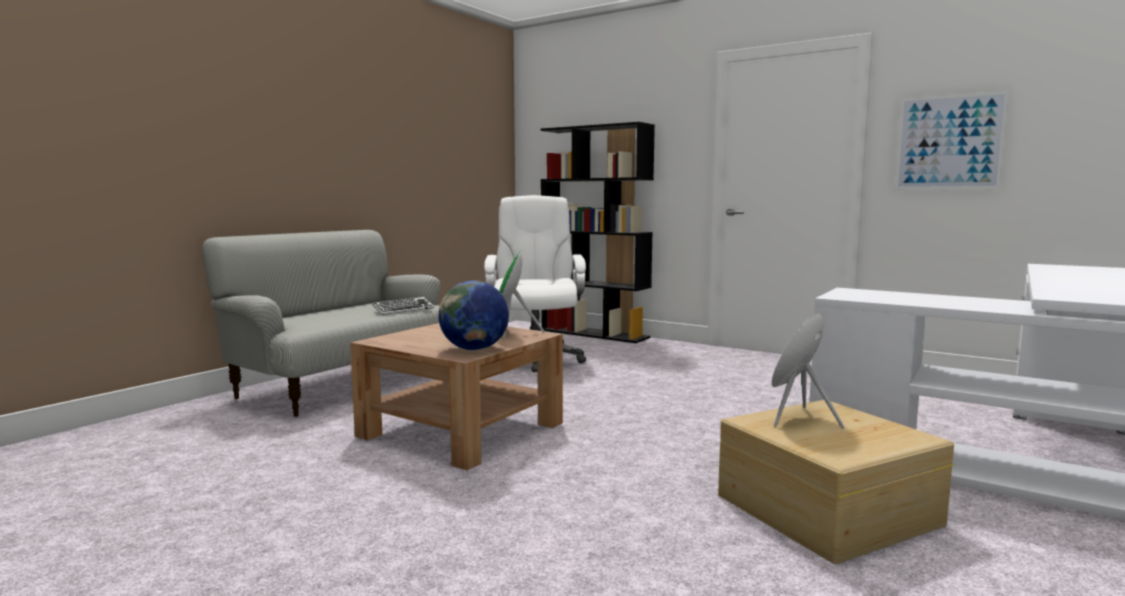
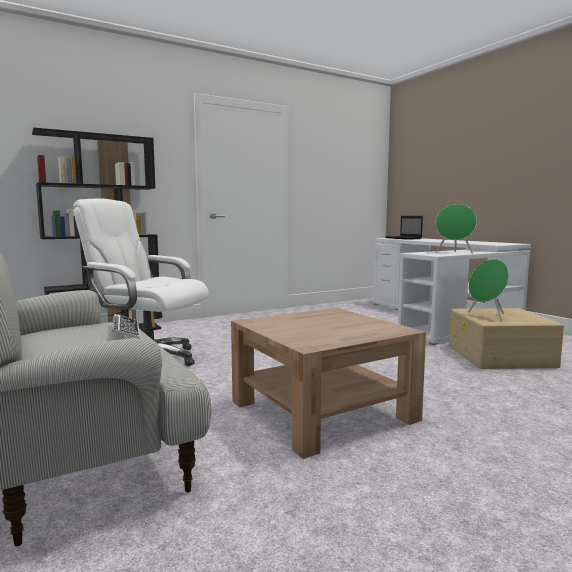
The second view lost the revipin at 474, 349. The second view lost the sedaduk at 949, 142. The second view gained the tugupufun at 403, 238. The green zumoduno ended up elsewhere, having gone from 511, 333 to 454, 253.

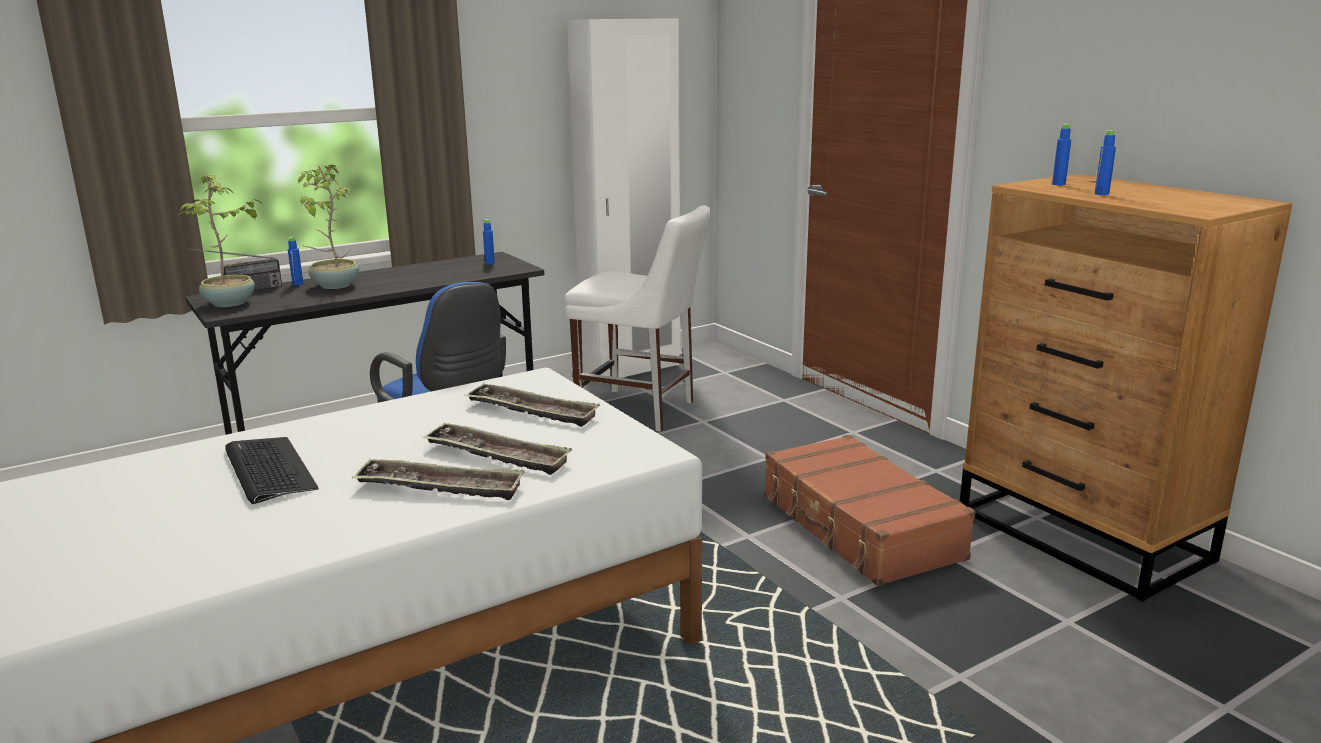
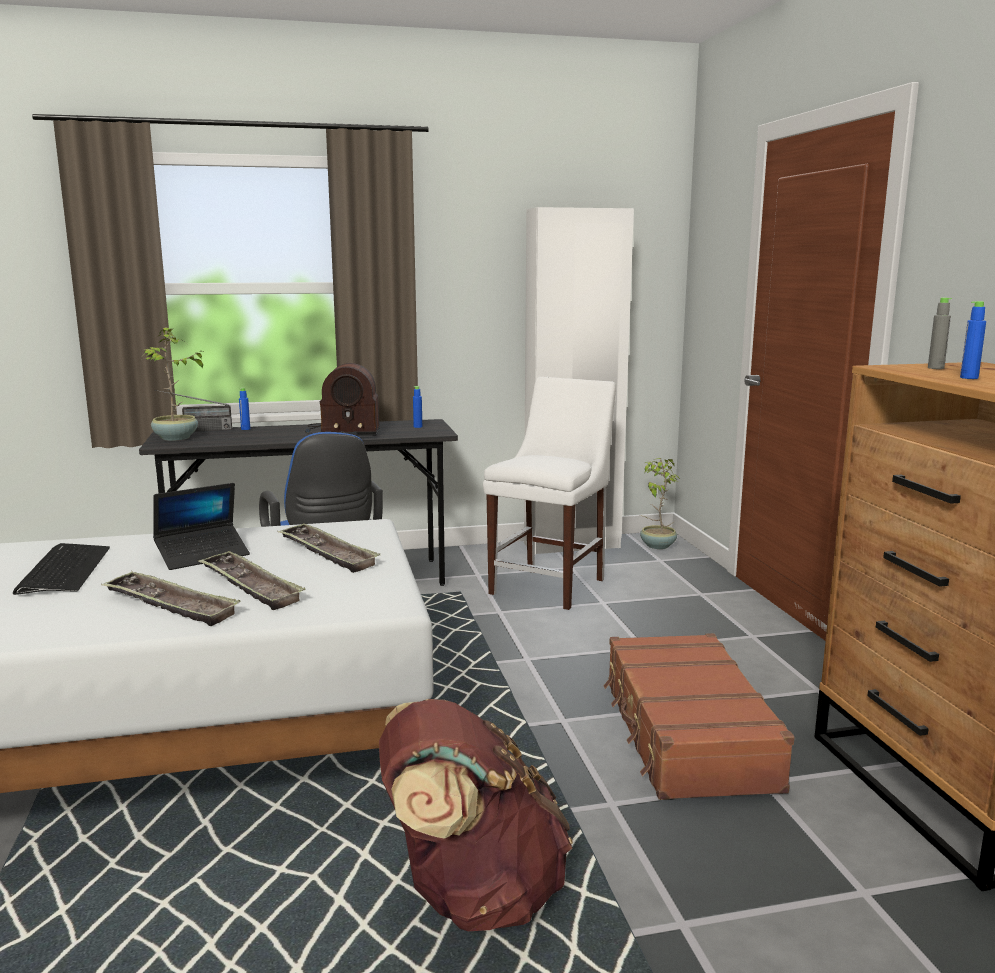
The second view gained the tugupufun at 203, 555. The second view gained the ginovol at 342, 431. The second view gained the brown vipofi at 472, 893. The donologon ended up elsewhere, having gone from 334, 286 to 657, 546. What was the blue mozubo at 1058, 184 turned into the grey mozubo at 935, 368. The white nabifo at 641, 411 ended up facing another way, 105 degrees counterclockwise from before.

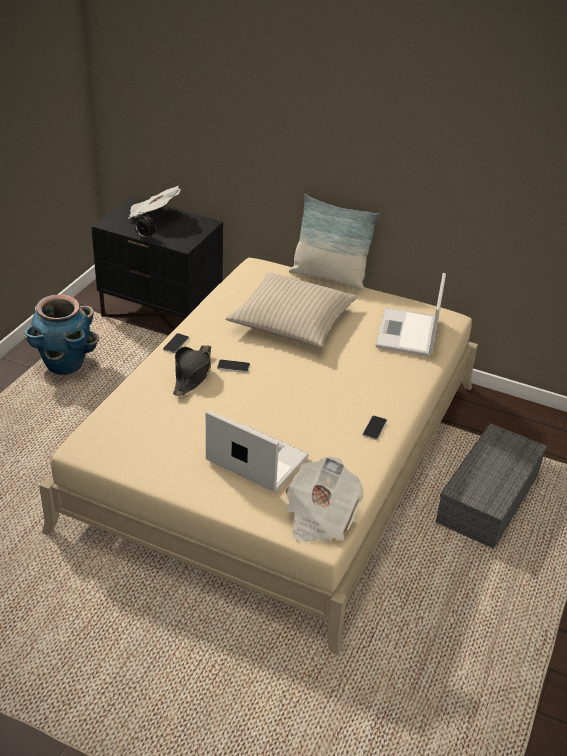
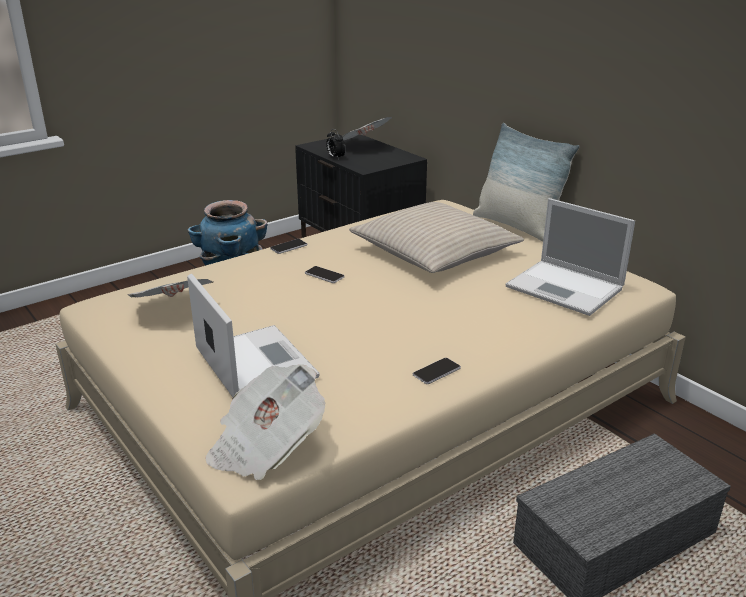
The second view lost the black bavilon at 192, 375. The second view gained the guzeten at 173, 309. The tugupufun at 407, 333 ended up facing another way, 90 degrees counterclockwise from before.

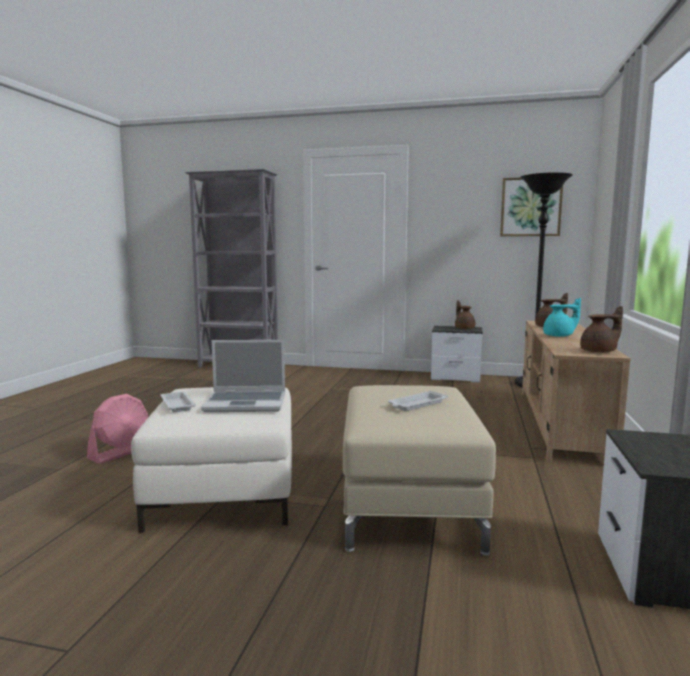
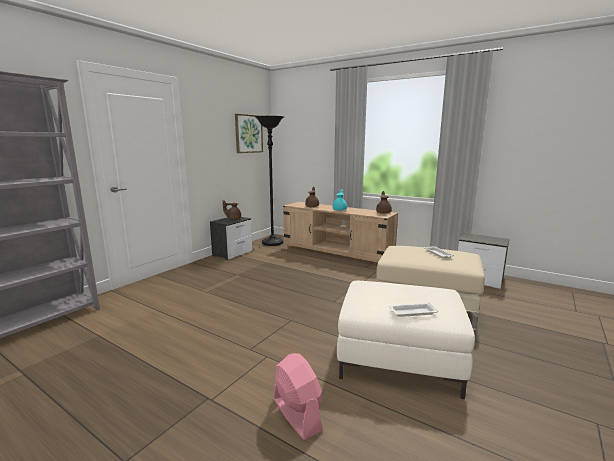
The second view lost the tugupufun at 247, 403.

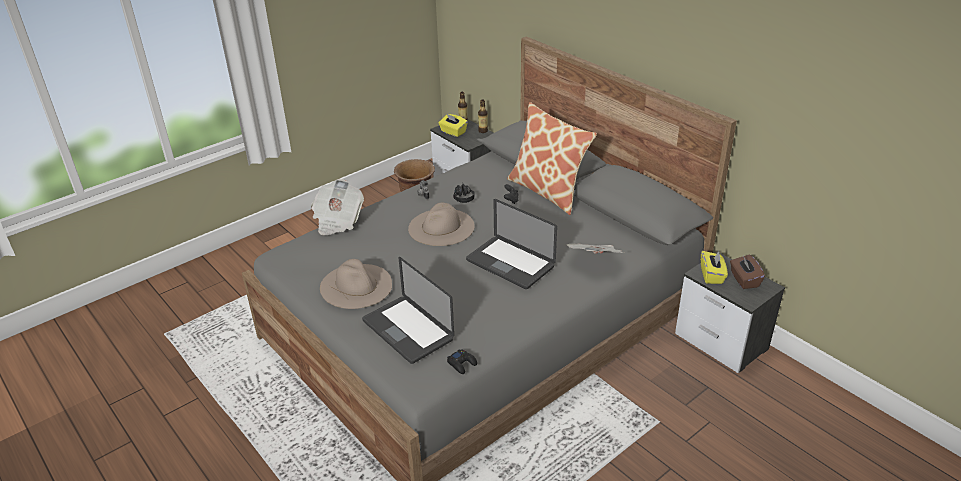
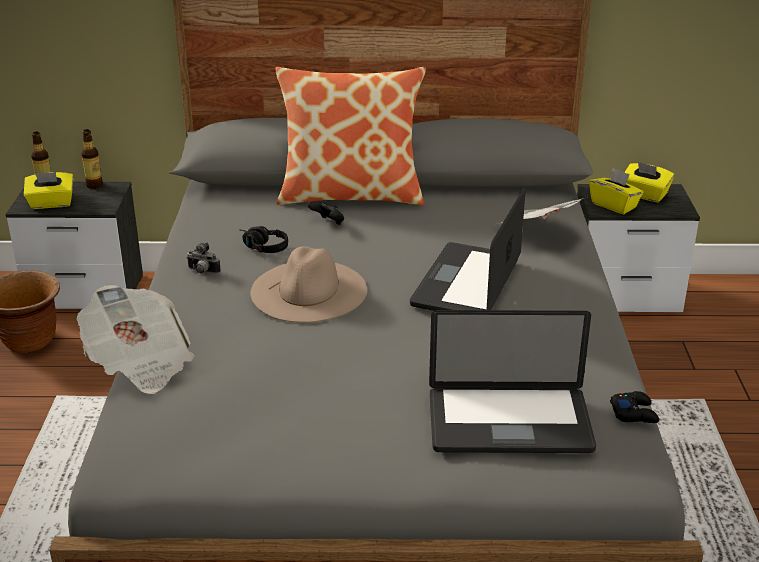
The second view lost the beige bavilon at 356, 285. What was the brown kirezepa at 744, 280 turned into the yellow kirezepa at 644, 195. The tugupufun at 510, 263 ended up facing another way, 120 degrees clockwise from before.

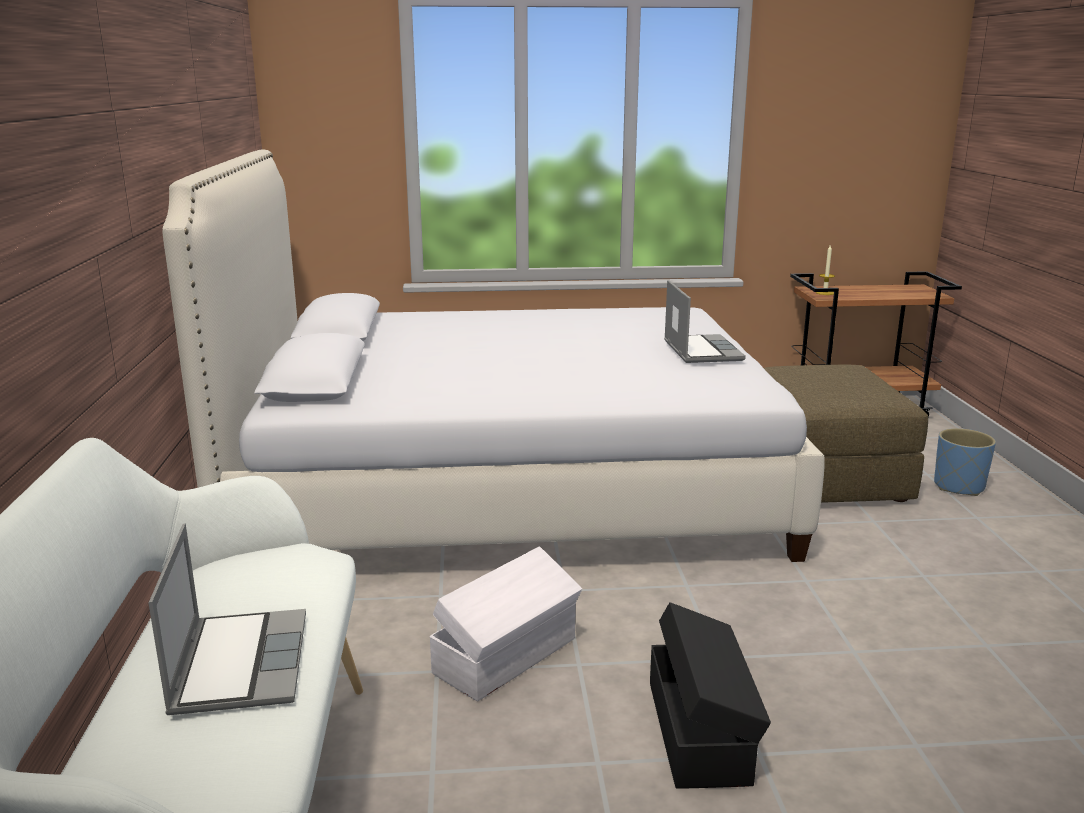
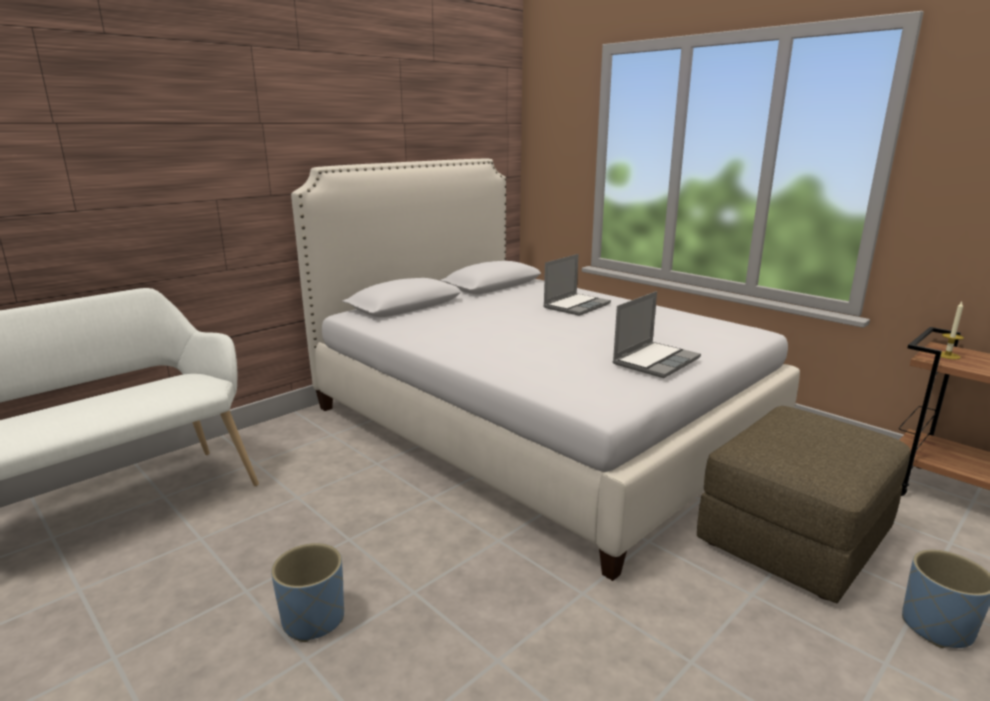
The second view lost the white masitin at 508, 656. The tugupufun ended up elsewhere, having gone from 239, 663 to 576, 305. Where the black masitin stood at 700, 730, the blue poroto came to stand at 313, 619.

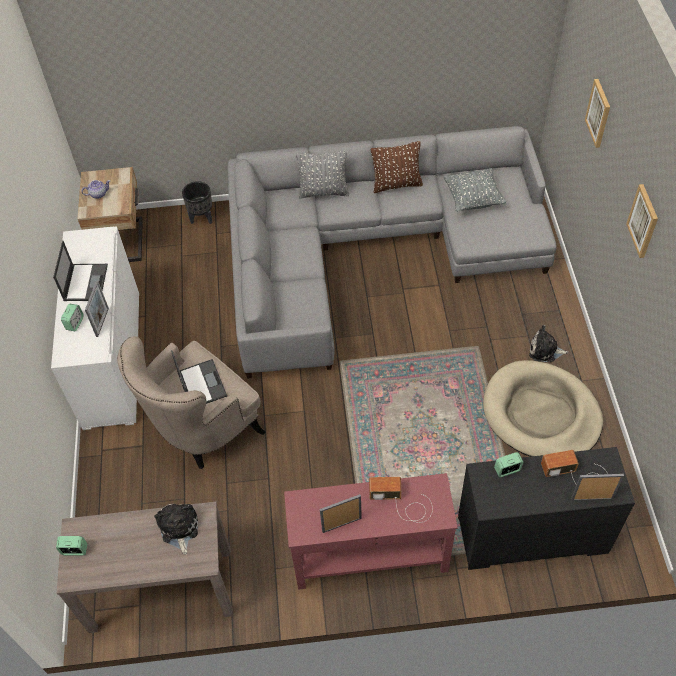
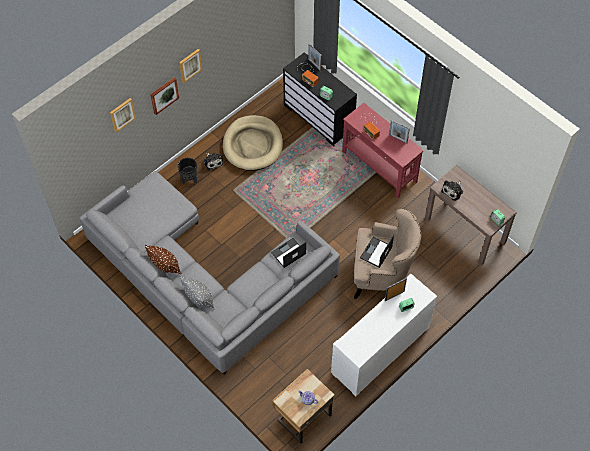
The second view lost the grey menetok at 473, 199. The second view gained the sedaduk at 164, 95. The tugupufun ended up elsewhere, having gone from 85, 282 to 288, 253. The black poroto ended up elsewhere, having gone from 202, 218 to 189, 180.

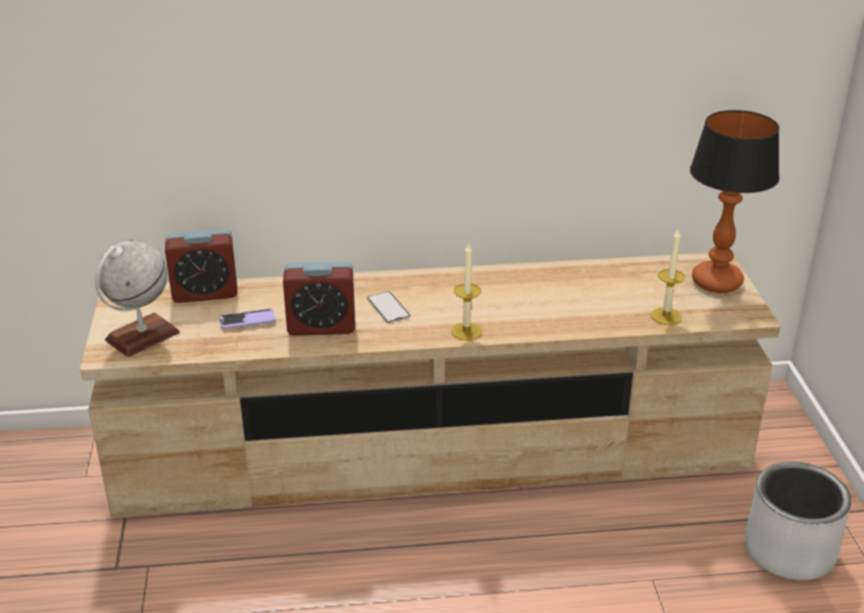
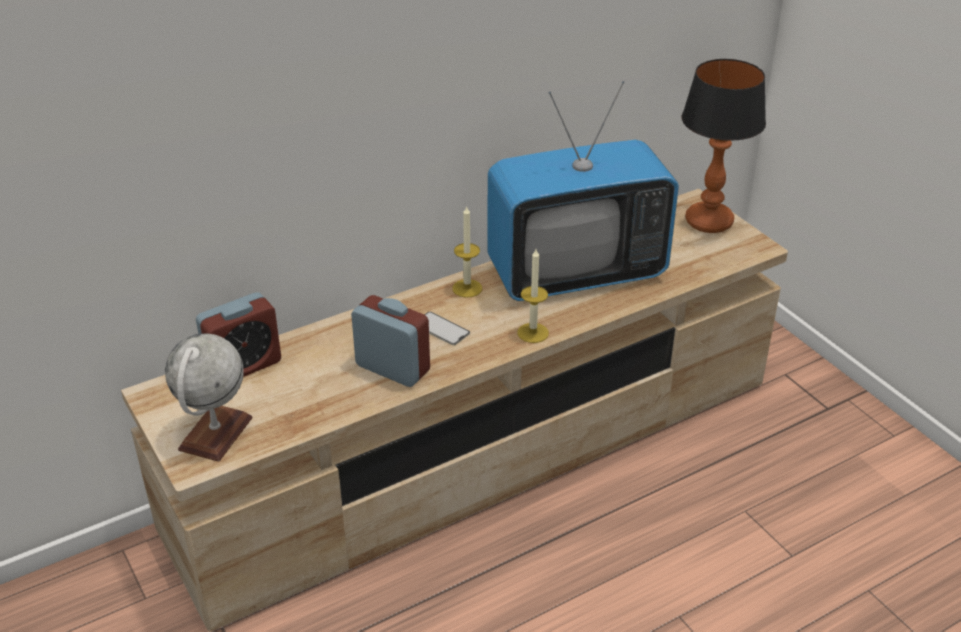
The second view lost the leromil at 247, 321. The second view lost the grey poroto at 790, 551. The second view gained the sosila at 576, 273. The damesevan ended up elsewhere, having gone from 666, 316 to 467, 288. The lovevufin at 321, 327 ended up facing another way, 120 degrees counterclockwise from before.

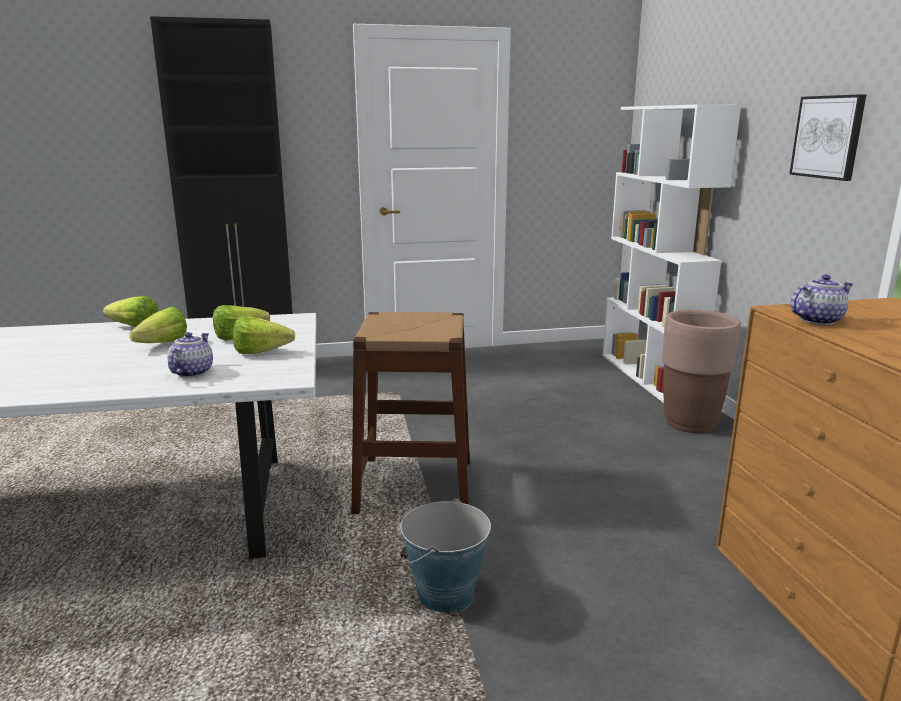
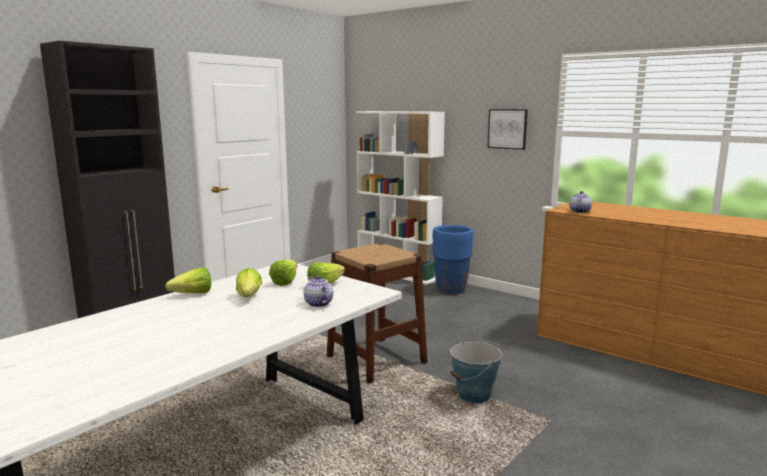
What was the brown poroto at 690, 423 turned into the blue poroto at 451, 290.

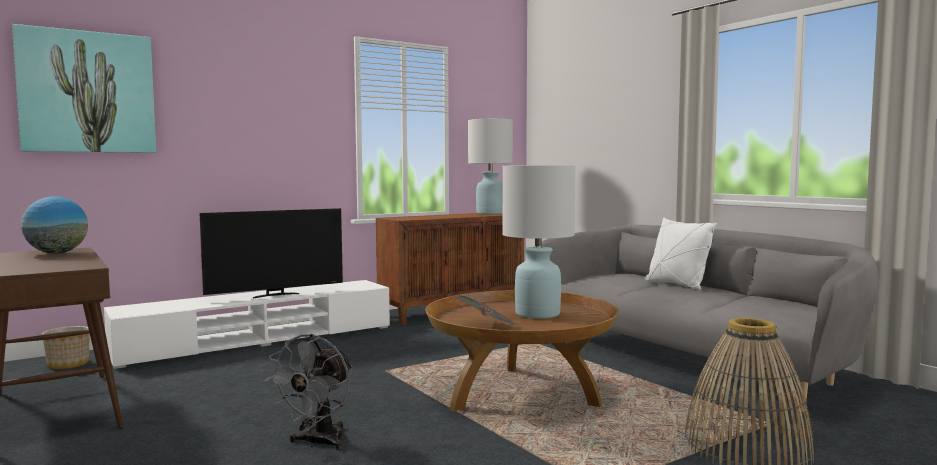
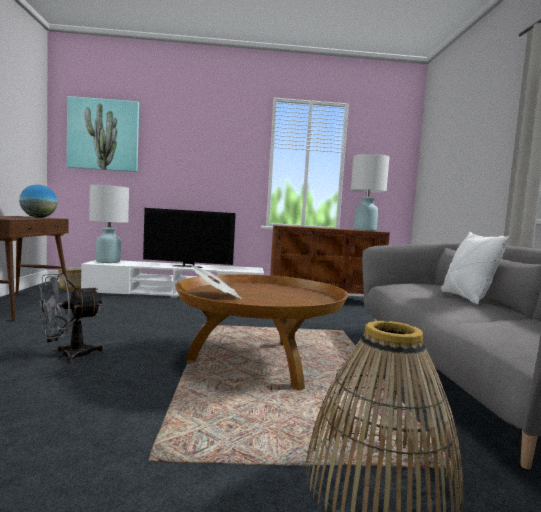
The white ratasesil ended up elsewhere, having gone from 537, 314 to 108, 261.

